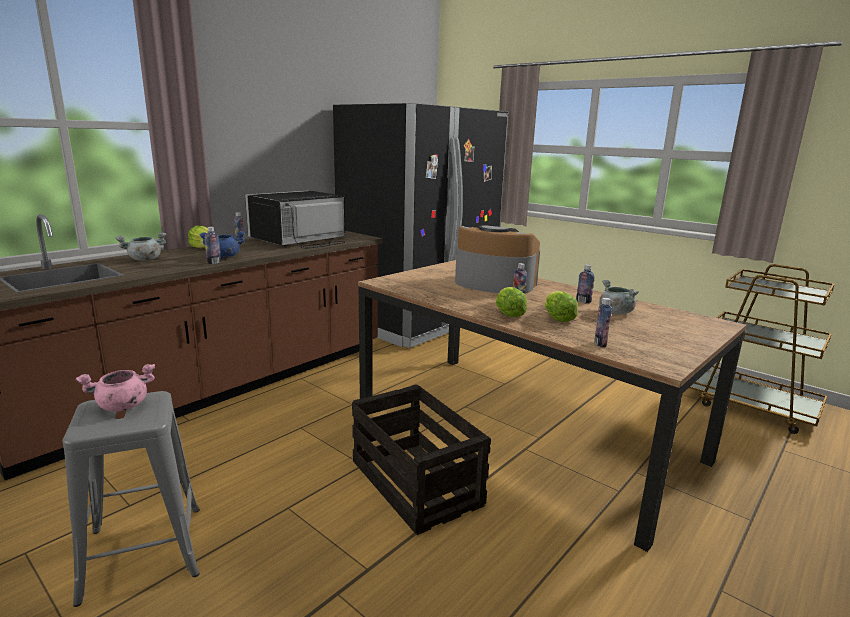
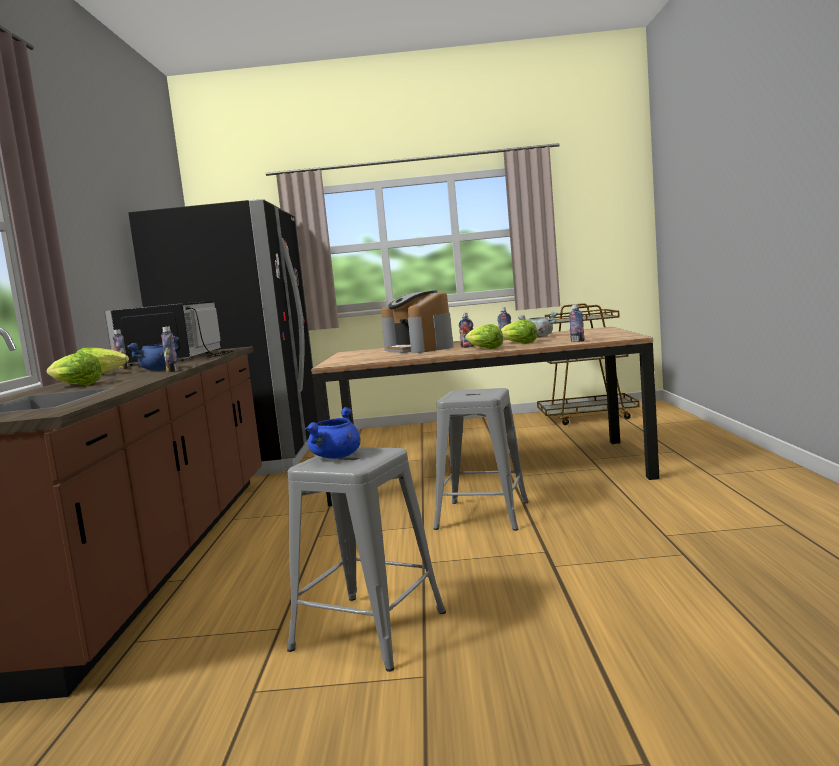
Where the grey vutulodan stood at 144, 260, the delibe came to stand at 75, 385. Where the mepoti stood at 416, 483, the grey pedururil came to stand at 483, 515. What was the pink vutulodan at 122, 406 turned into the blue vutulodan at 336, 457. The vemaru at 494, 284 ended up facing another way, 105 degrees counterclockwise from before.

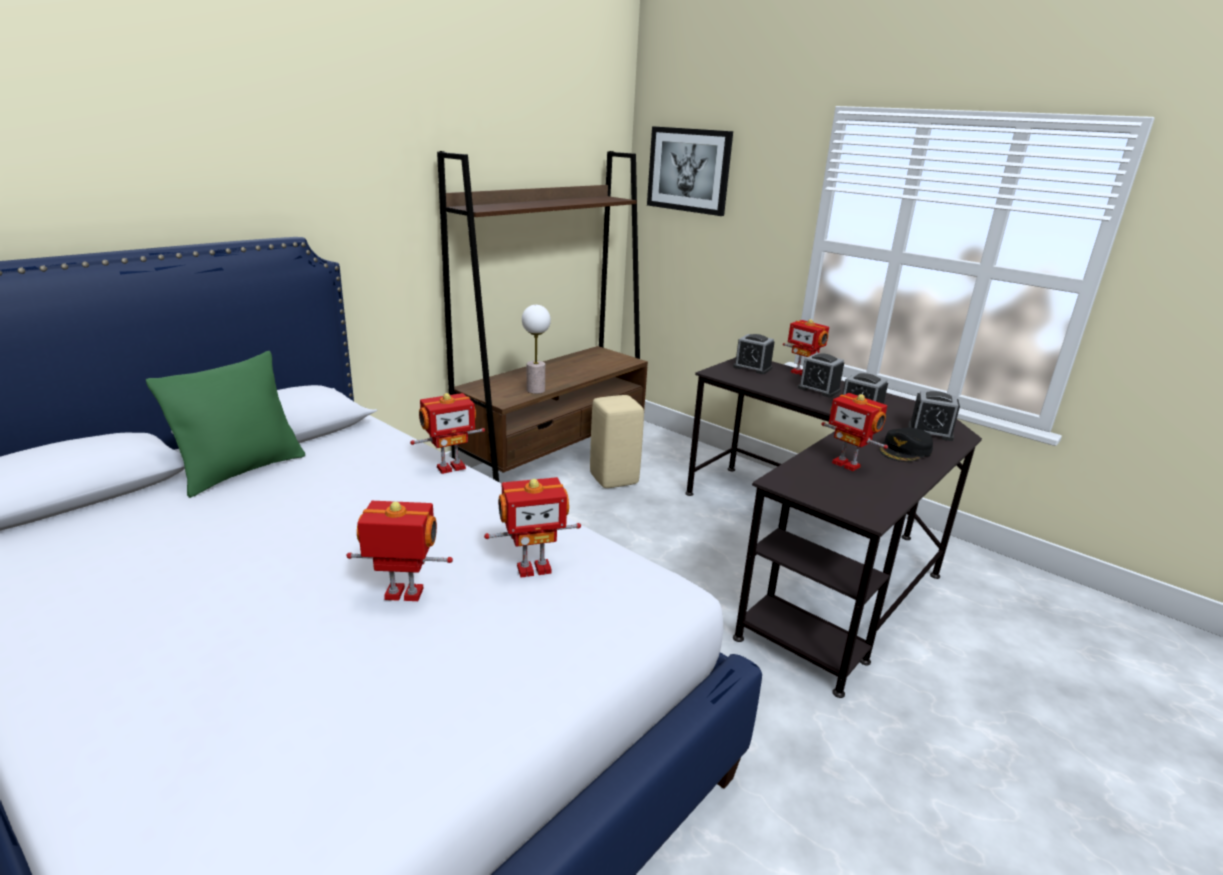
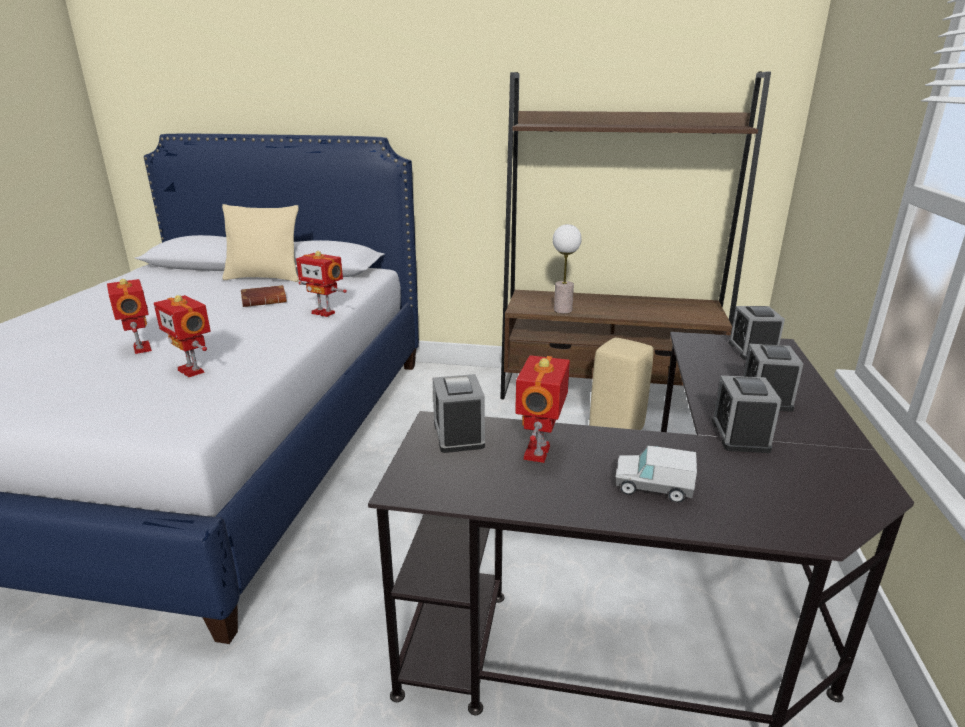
The second view lost the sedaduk at 689, 170. The second view lost the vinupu at 801, 373. The second view gained the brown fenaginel at 265, 300. The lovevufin ended up elsewhere, having gone from 930, 432 to 458, 434. Where the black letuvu stood at 905, 451, the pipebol came to stand at 653, 488. What was the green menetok at 242, 471 turned into the beige menetok at 264, 278.

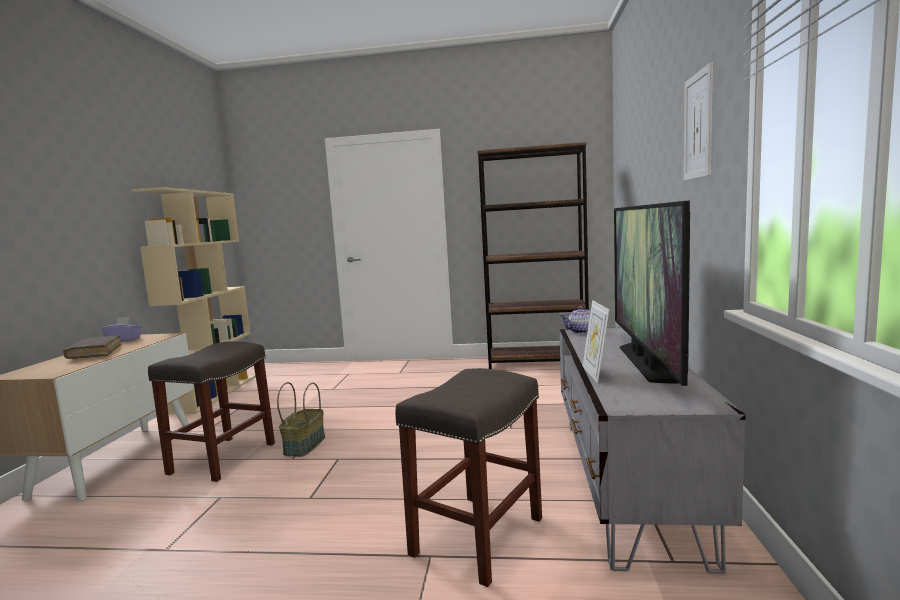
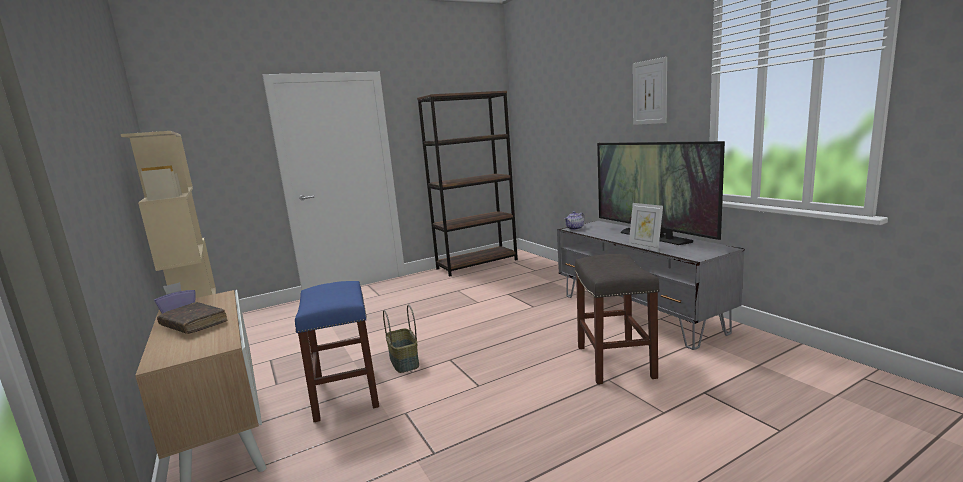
What was the grey pedururil at 223, 457 turned into the blue pedururil at 345, 393.

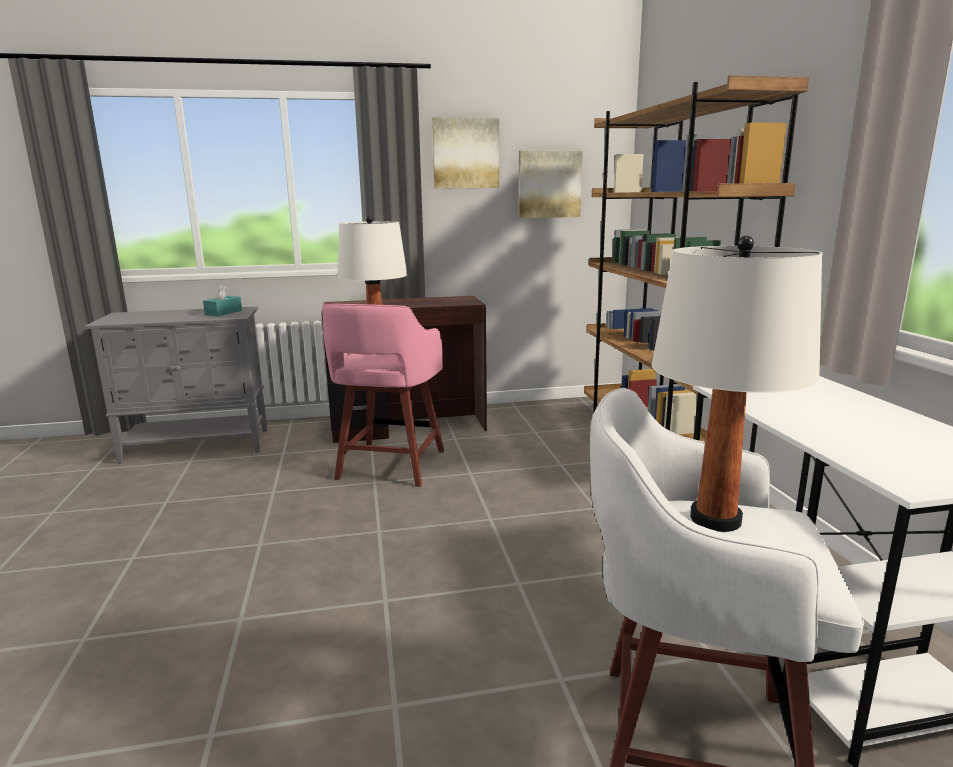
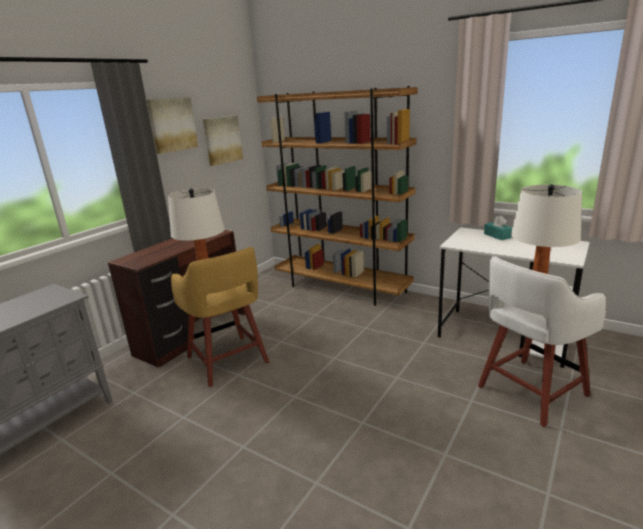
The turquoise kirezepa ended up elsewhere, having gone from 223, 312 to 497, 236. What was the pink pedururil at 389, 466 turned into the yellow pedururil at 228, 361.

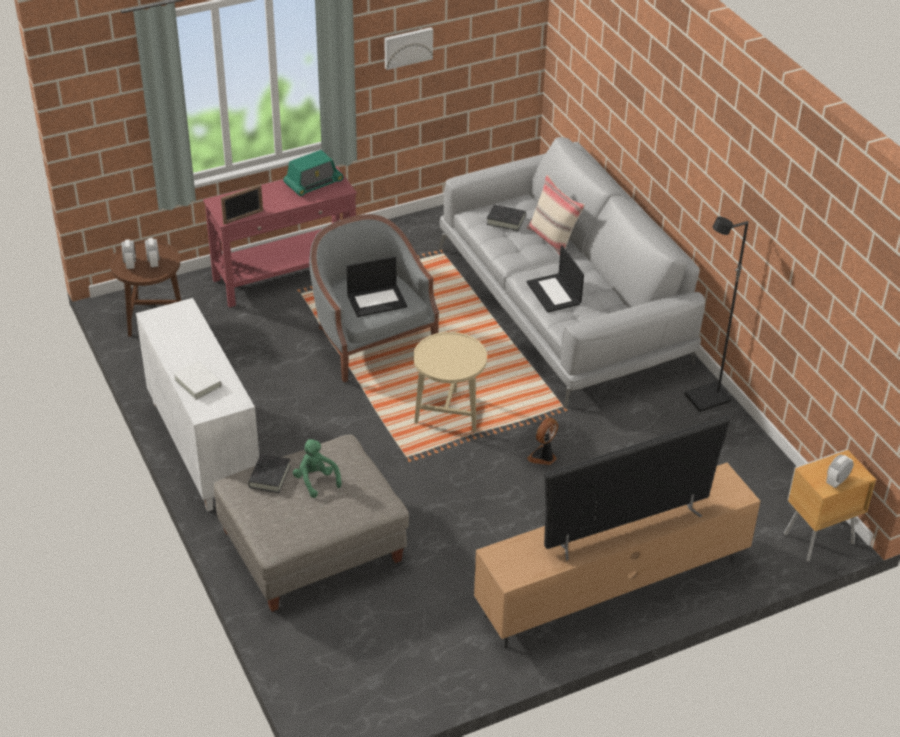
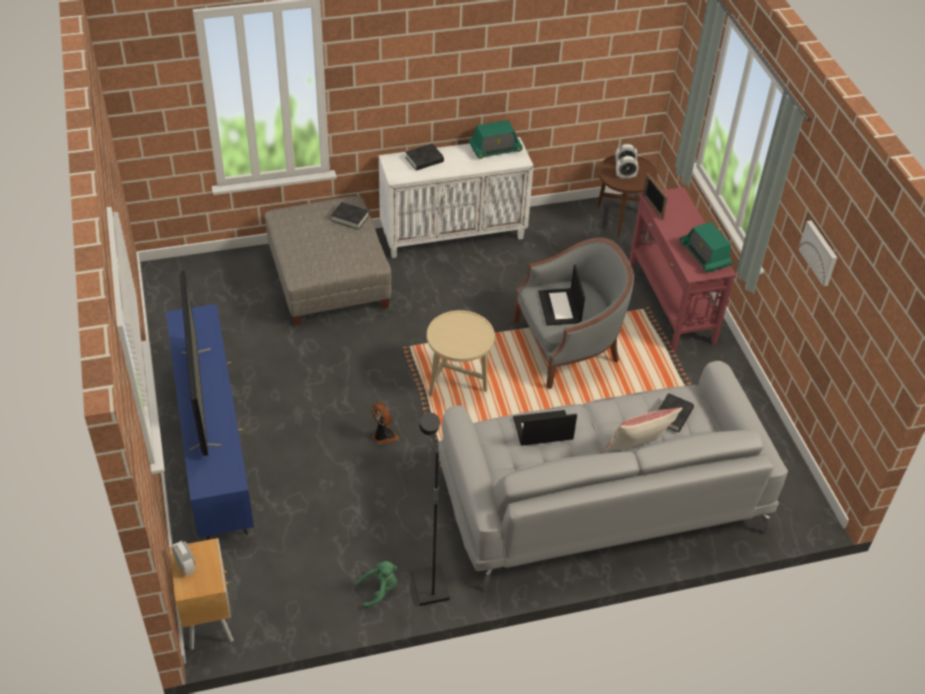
The second view gained the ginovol at 495, 149. The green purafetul ended up elsewhere, having gone from 316, 480 to 379, 590. What was the white fenaginel at 198, 383 turned into the black fenaginel at 424, 160. What was the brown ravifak at 612, 588 turned into the blue ravifak at 214, 448.

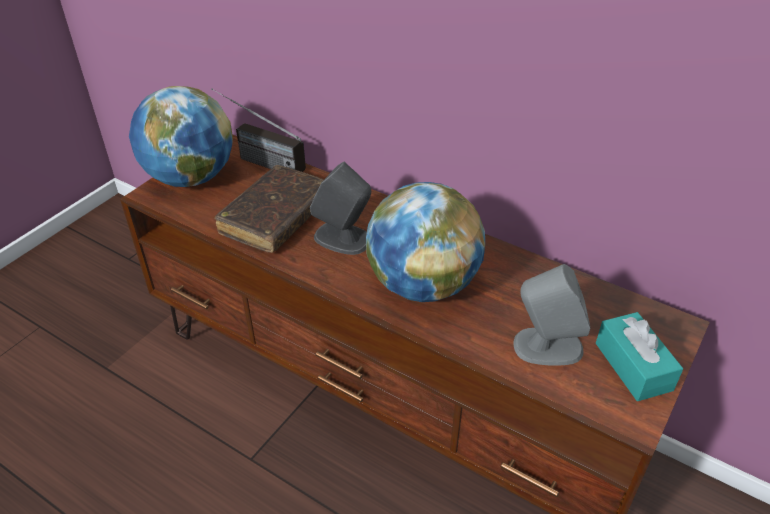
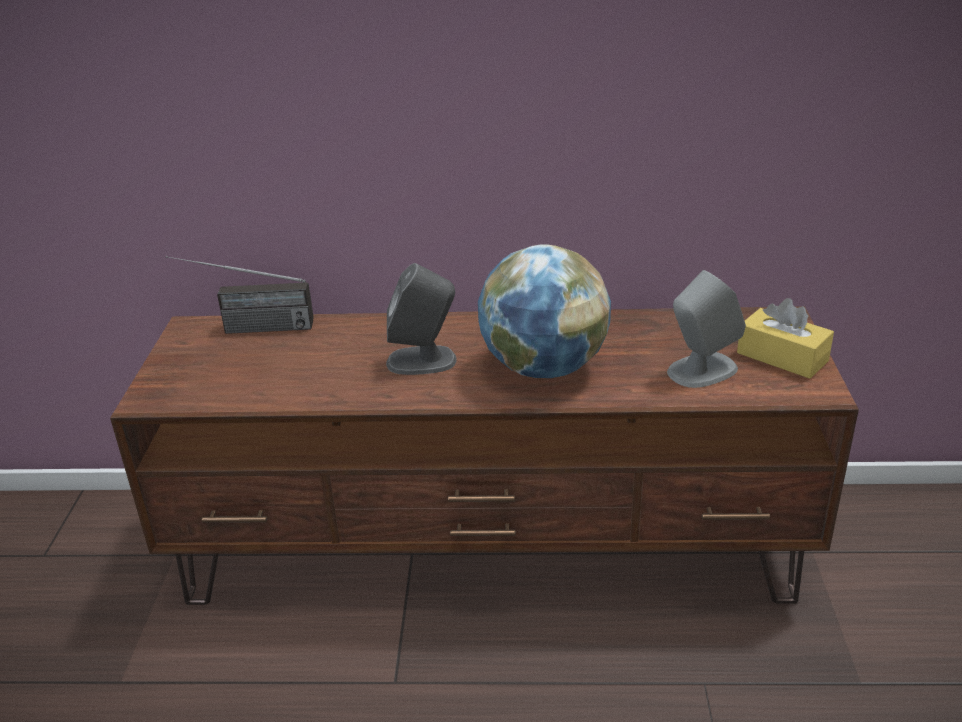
The second view lost the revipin at 190, 178. The second view lost the brown fenaginel at 276, 217. What was the turquoise kirezepa at 633, 366 turned into the yellow kirezepa at 782, 357.

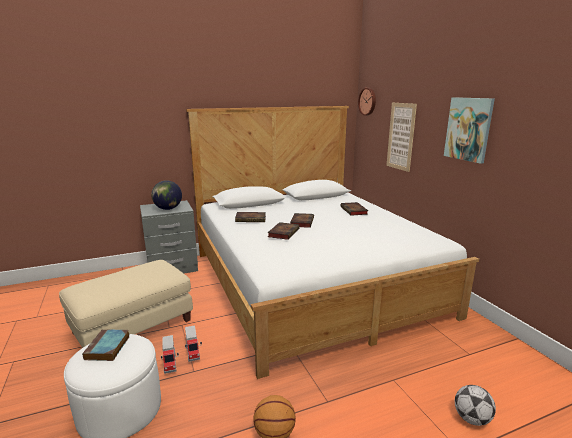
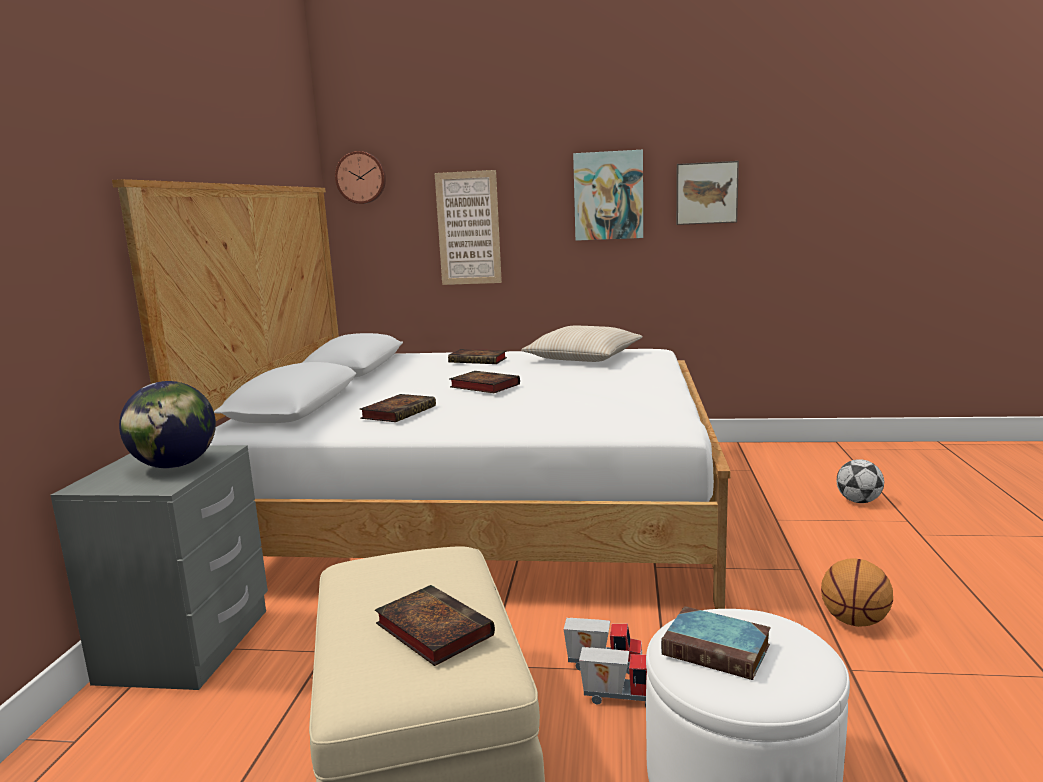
The second view gained the beige menetok at 583, 357. The second view gained the sedaduk at 706, 193. The fenaginel ended up elsewhere, having gone from 283, 232 to 431, 629.

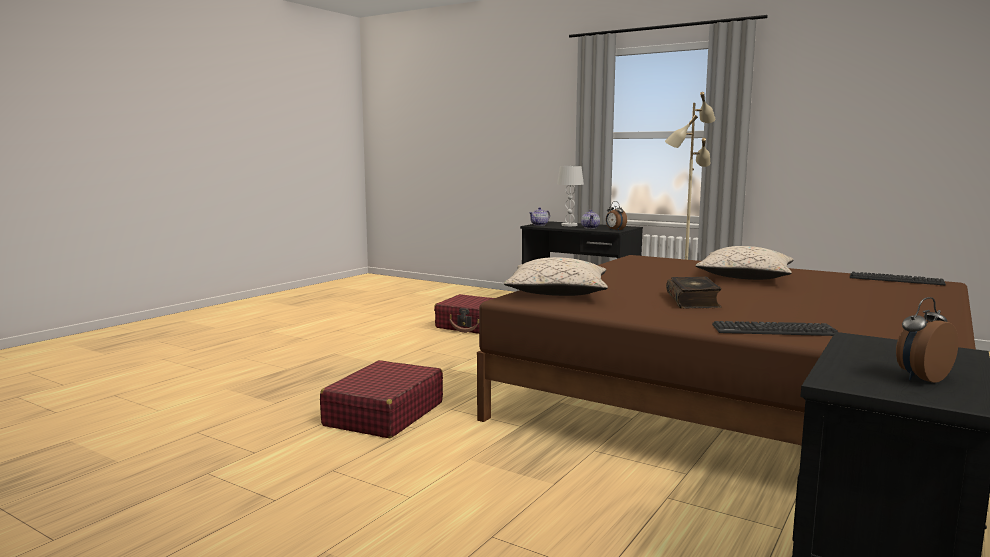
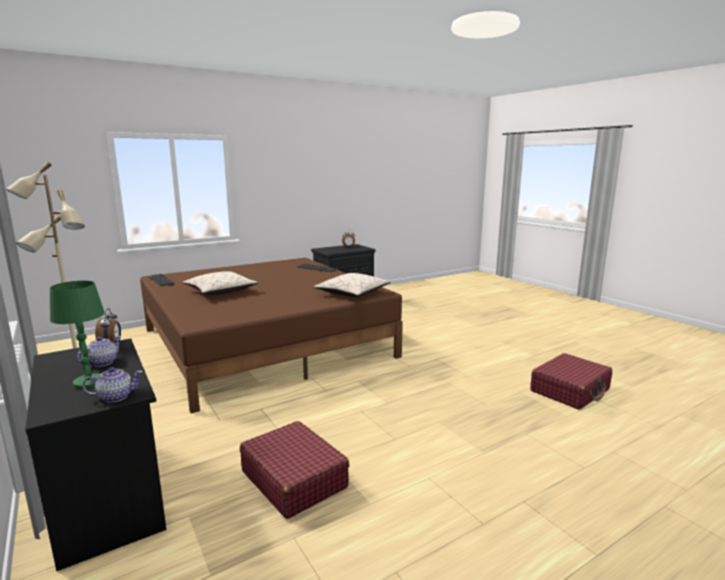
The second view lost the fenaginel at 693, 301. The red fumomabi ended up elsewhere, having gone from 384, 414 to 570, 390. What was the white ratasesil at 569, 225 turned into the green ratasesil at 88, 382.

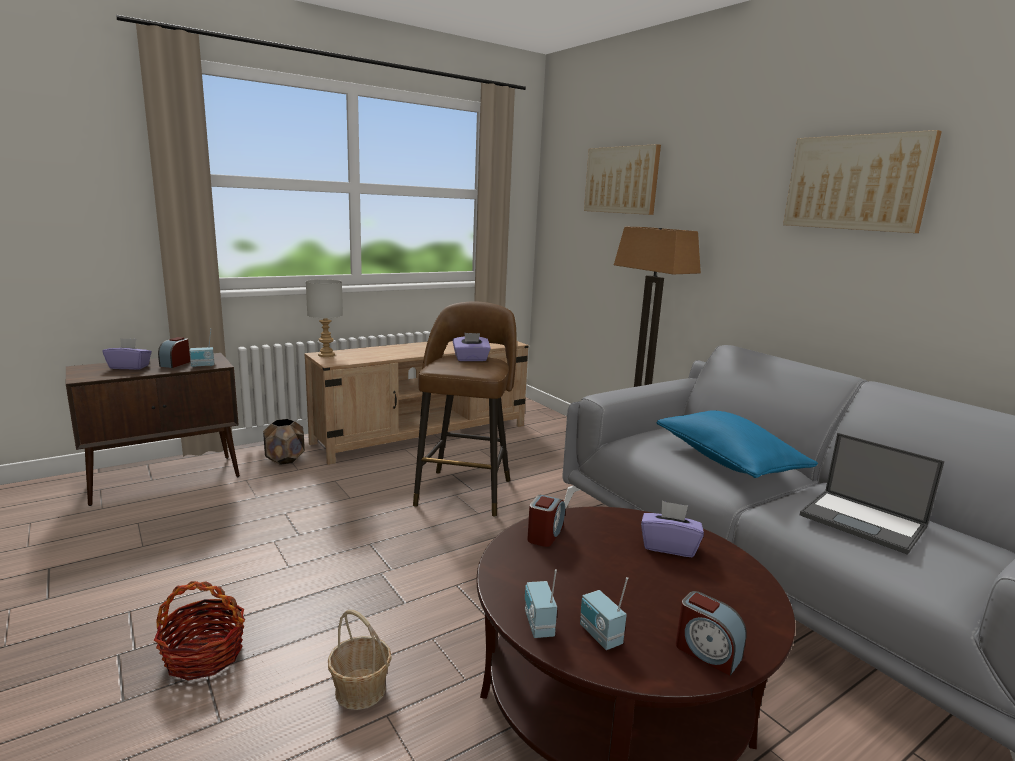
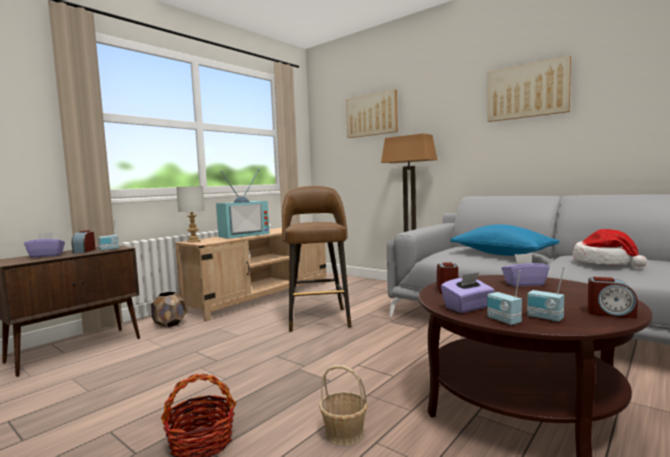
The second view gained the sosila at 243, 235. The purple kirezepa ended up elsewhere, having gone from 471, 359 to 467, 308. Where the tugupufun stood at 864, 521, the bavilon came to stand at 605, 262.

